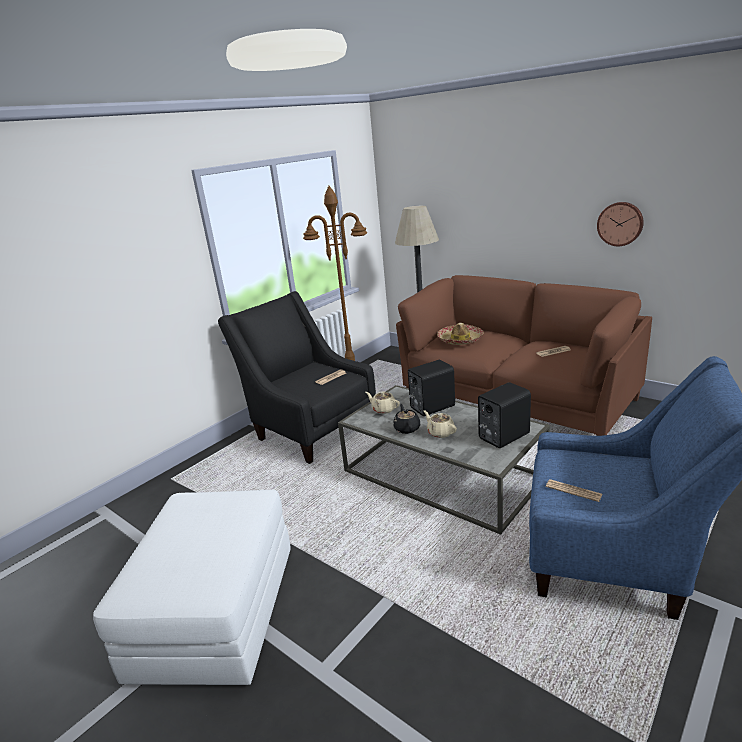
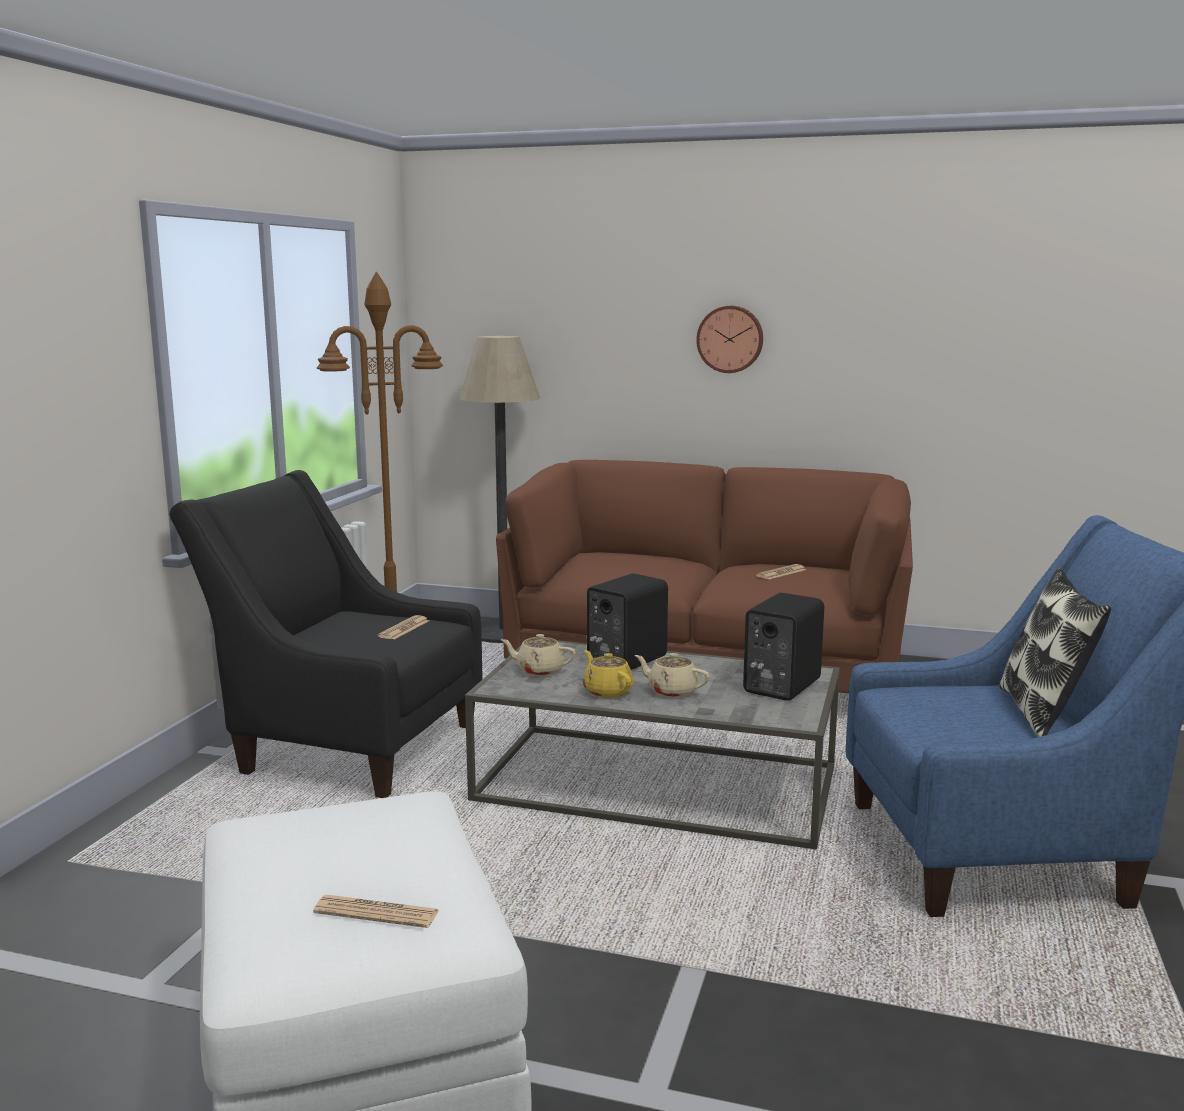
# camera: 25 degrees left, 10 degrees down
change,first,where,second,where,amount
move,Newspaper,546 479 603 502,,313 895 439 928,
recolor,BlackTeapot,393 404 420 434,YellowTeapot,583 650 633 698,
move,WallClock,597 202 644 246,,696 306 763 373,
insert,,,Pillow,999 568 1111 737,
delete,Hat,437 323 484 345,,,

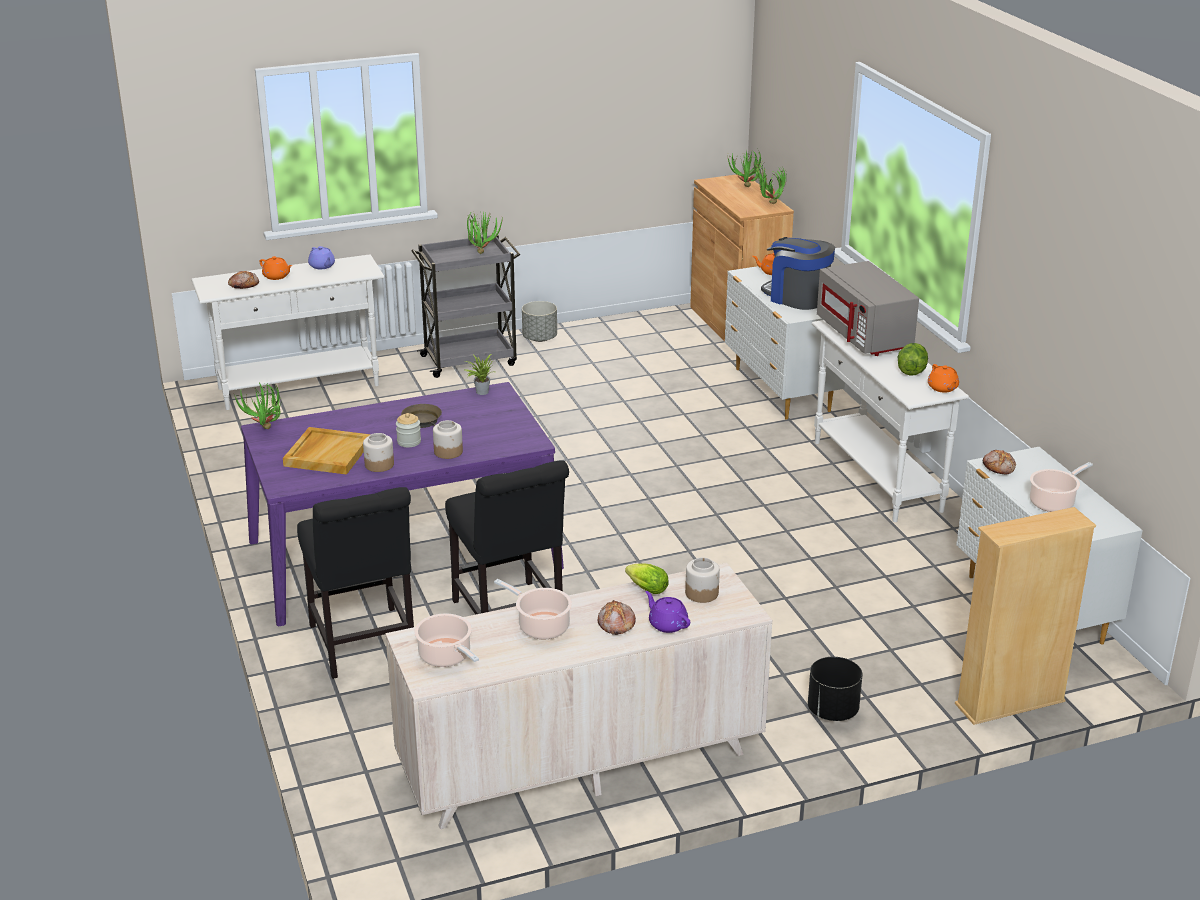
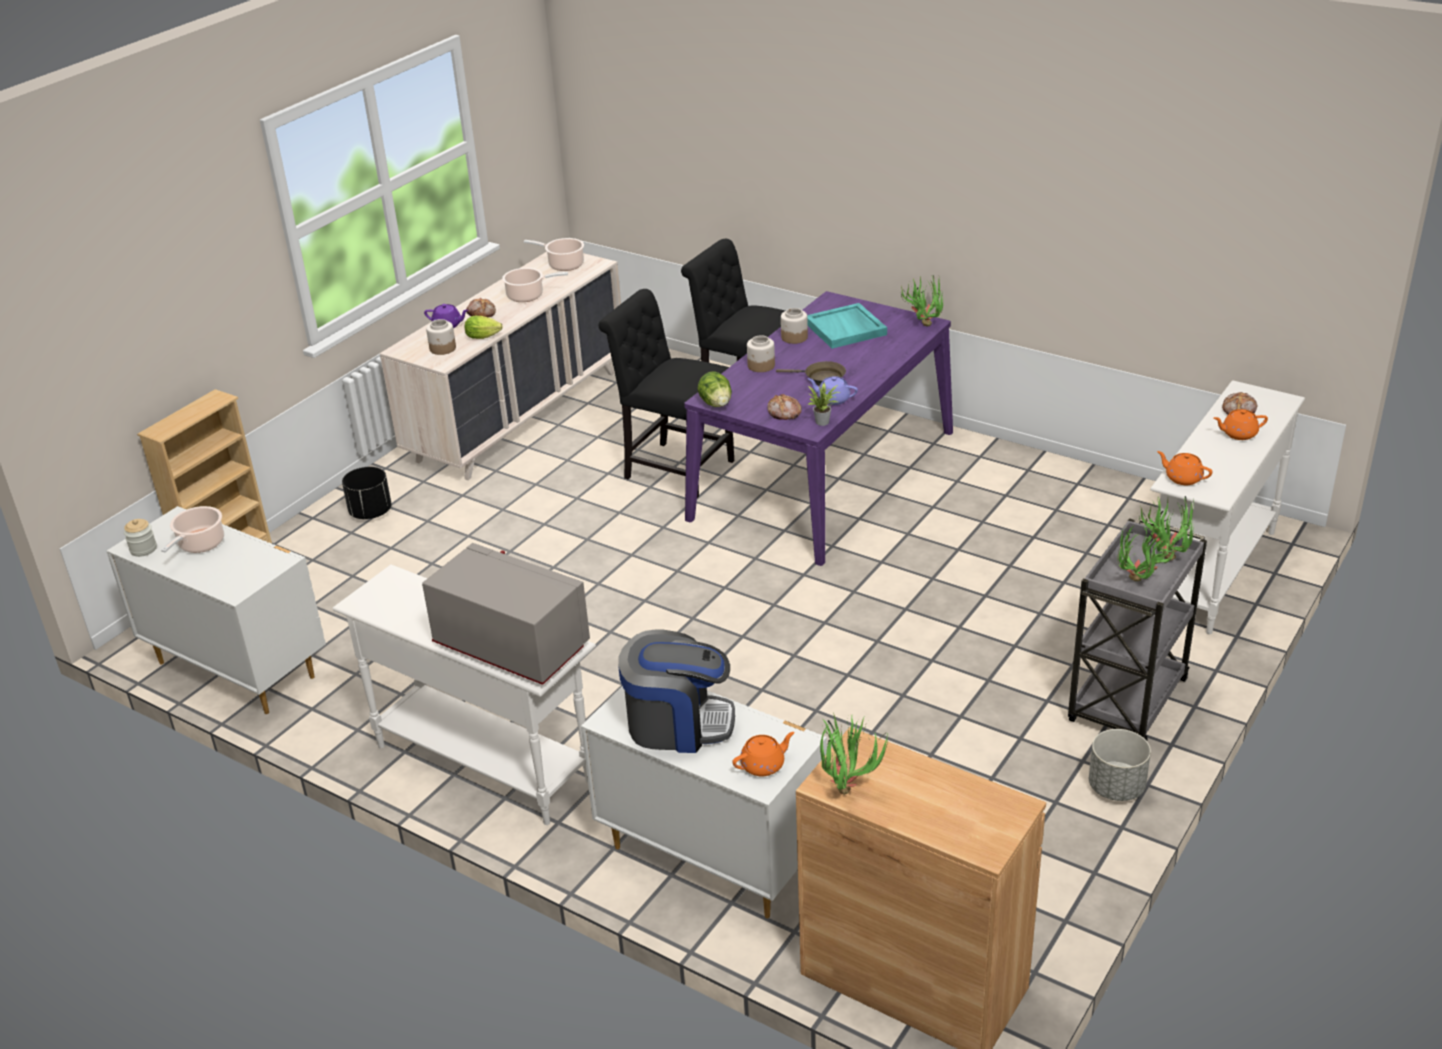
# camera: 145 degrees right, 5 degrees up
change,first,where,second,where,amount
move,Jar,396 413 421 447,,124 519 157 557,
move,Lettuce,898 343 928 376,,698 372 732 407,
move,Bread,983 450 1016 475,,768 394 802 420,
recolor,BeigeTray,283 427 370 475,TurquoiseTray,807 303 887 349,
move,PurpleTeapot,308 246 335 269,,808 376 858 405,
move,PottedPlant,727 148 763 187,,1138 496 1193 561,
move,OrangeTeapot,928 364 959 393,,1157 451 1213 485,

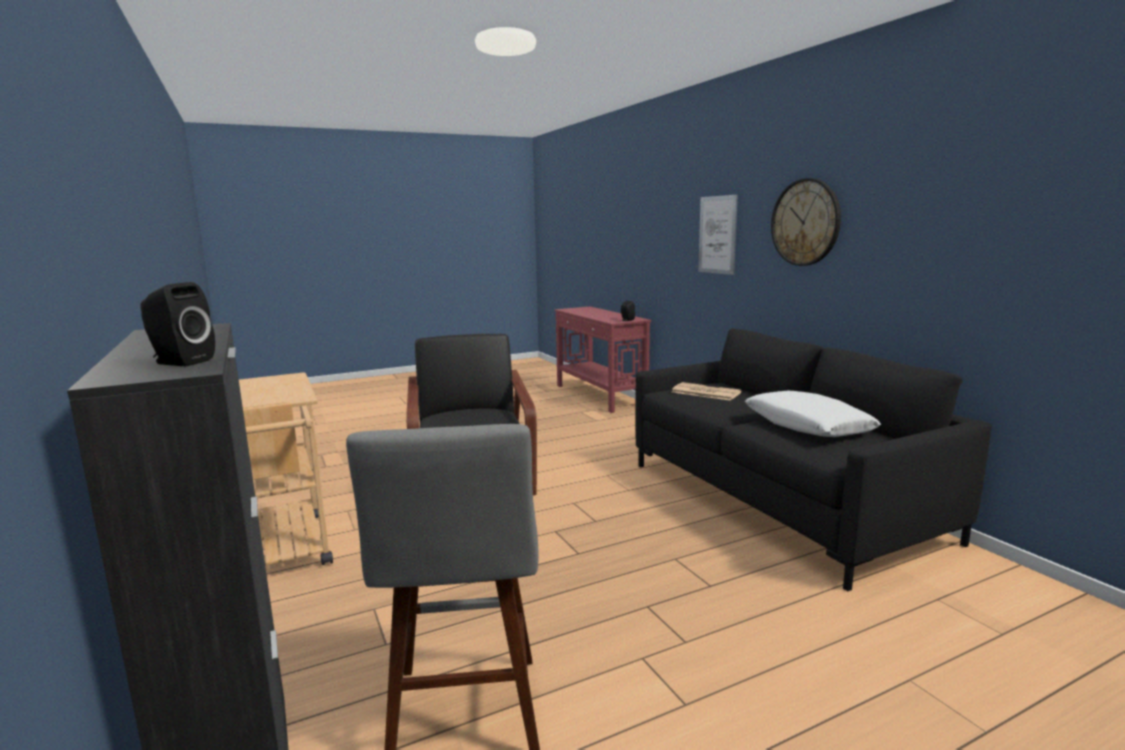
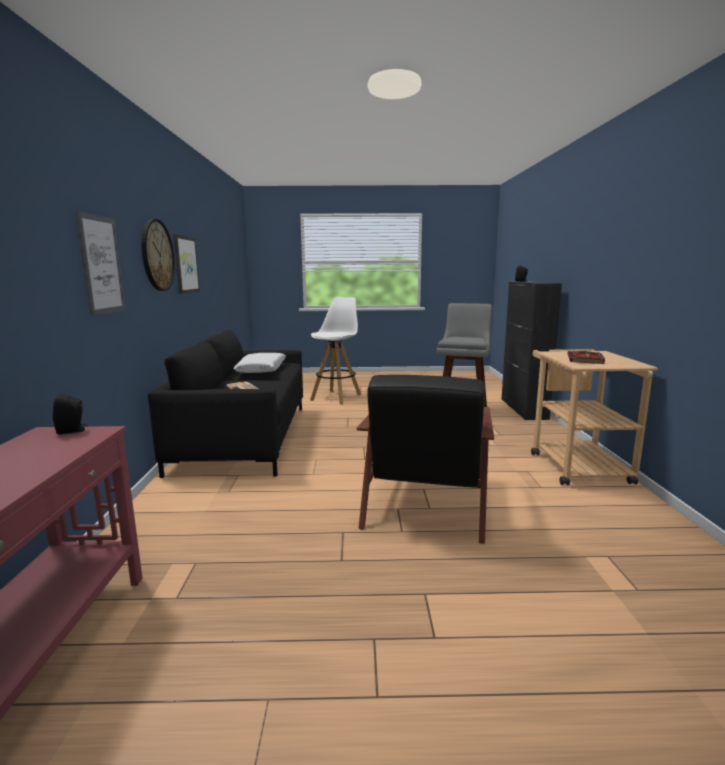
# camera: 155 degrees left, 0 degrees up
change,first,where,second,where,amount
insert,,,Picture,173 234 200 294,
insert,,,WhiteStool,310 297 361 405,
insert,,,Book,567 351 605 364,

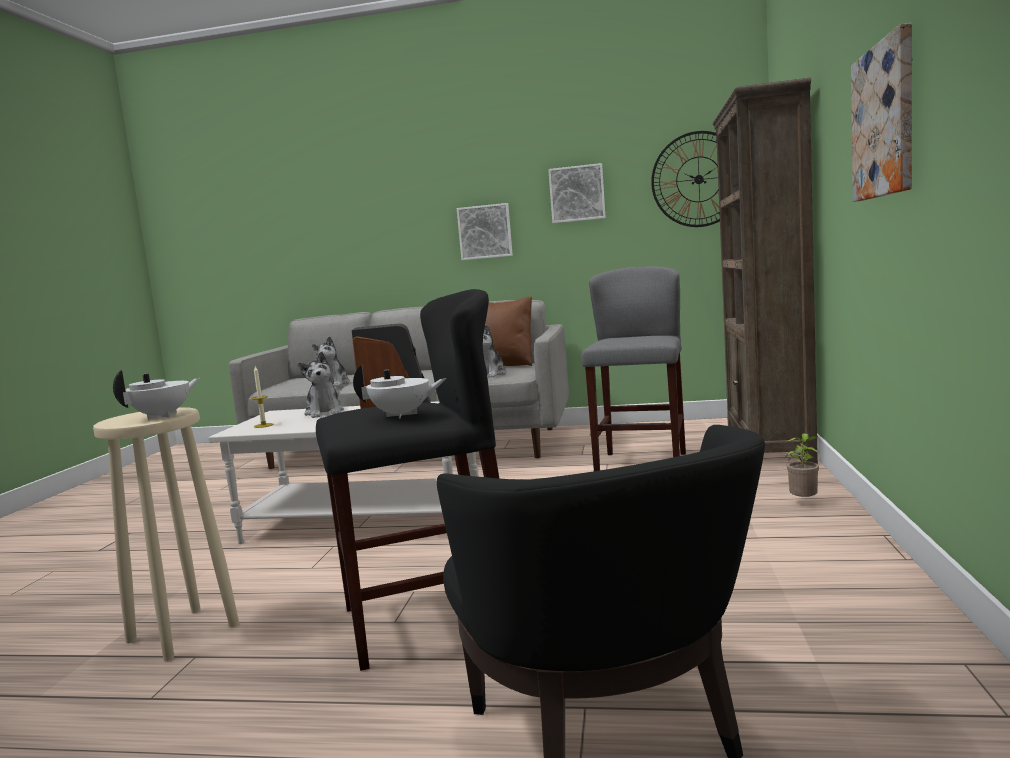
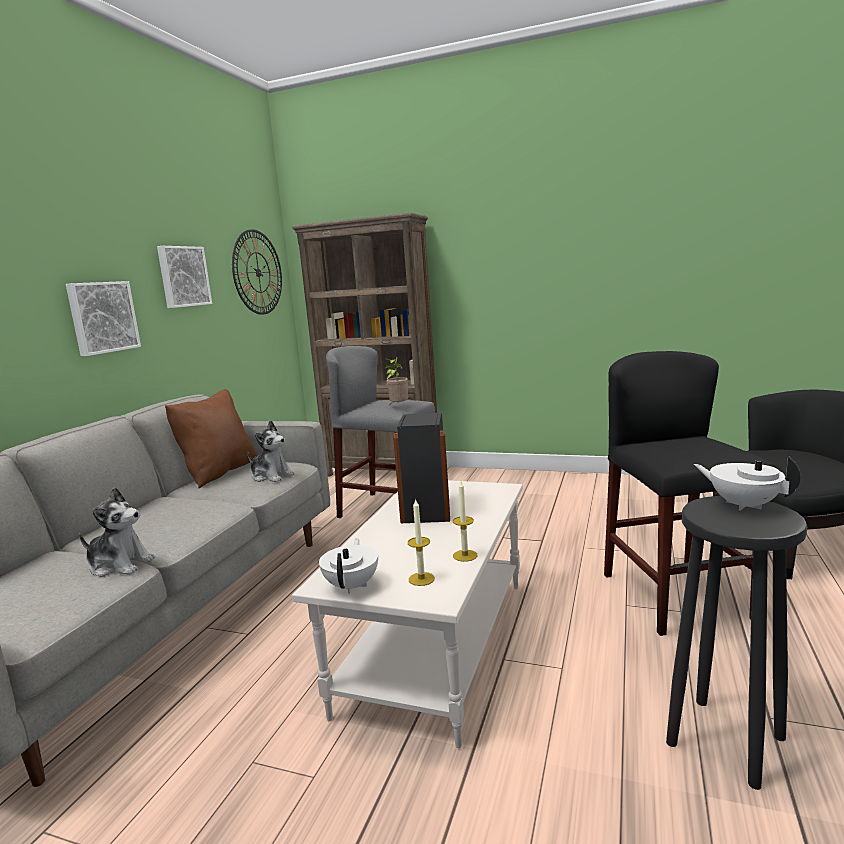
# camera: 80 degrees left, 5 degrees up
change,first,where,second,where,amount
move,WhiteTeapot,353 365 446 419,,319 538 378 594,
move,PottedPlant,786 433 820 497,,385 357 408 405,
insert,,,Candle,453 481 477 562,
recolor,BeigeStool,93 407 239 661,BlackStool,666 496 807 790,
delete,PlushToy,297 352 344 418,,,
delete,Picture,851 23 912 202,,,

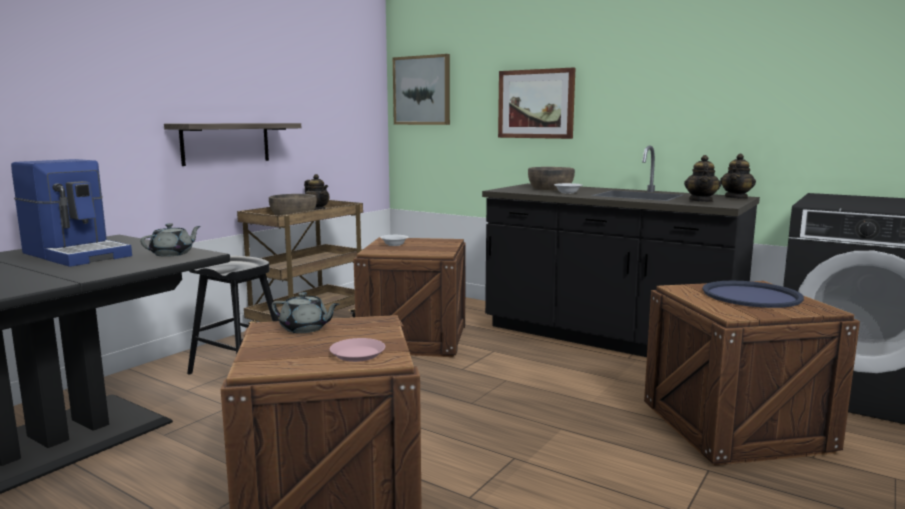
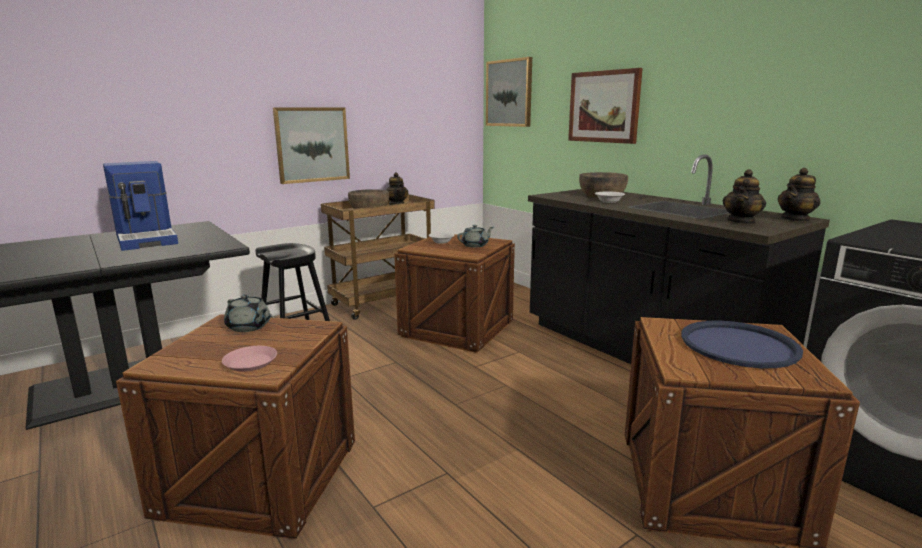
# camera: 20 degrees right, 5 degrees up
change,first,where,second,where,amount
replace,Shelf,164 123 301 166,Picture,273 108 350 184,
move,GreyTeapot,140 223 201 257,,457 225 493 248,

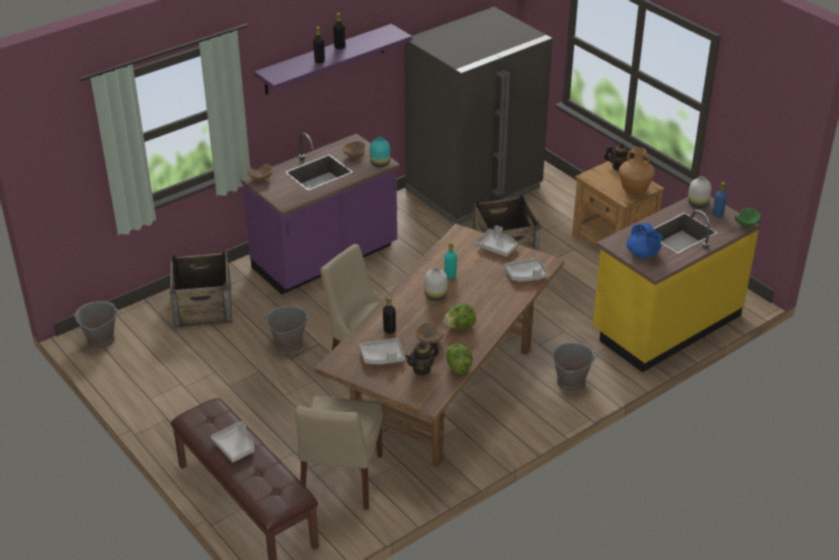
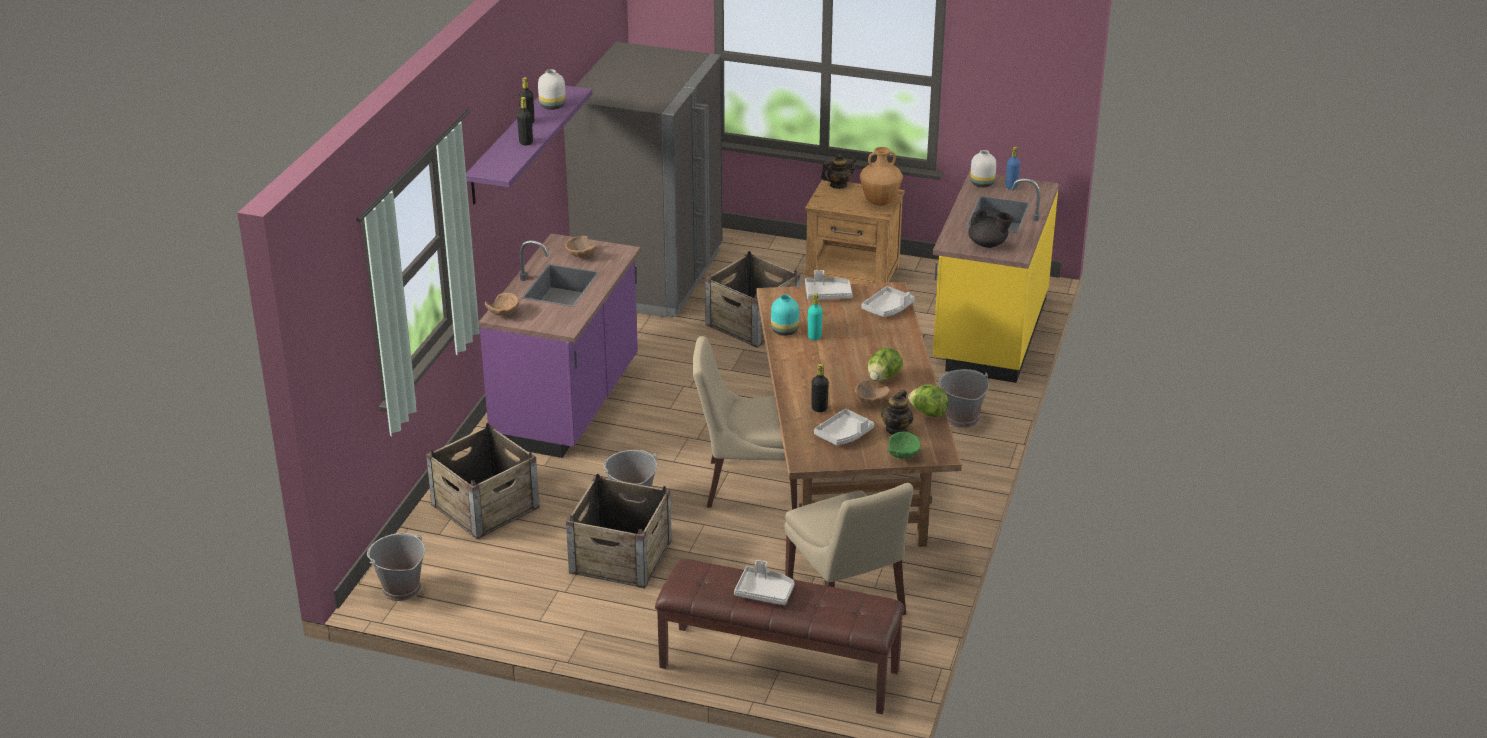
# camera: 35 degrees left, 5 degrees down
change,first,where,second,where,amount
move,WhiteVase,424 267 448 301,,538 69 566 110,
insert,,,Crate,566 474 672 589,
move,TurquoiseVase,370 137 390 167,,771 295 799 336,
move,GreenBowl,734 208 761 227,,888 431 921 459,
recolor,BlueTeapot,627 223 663 258,BlackTeapot,968 207 1014 248,

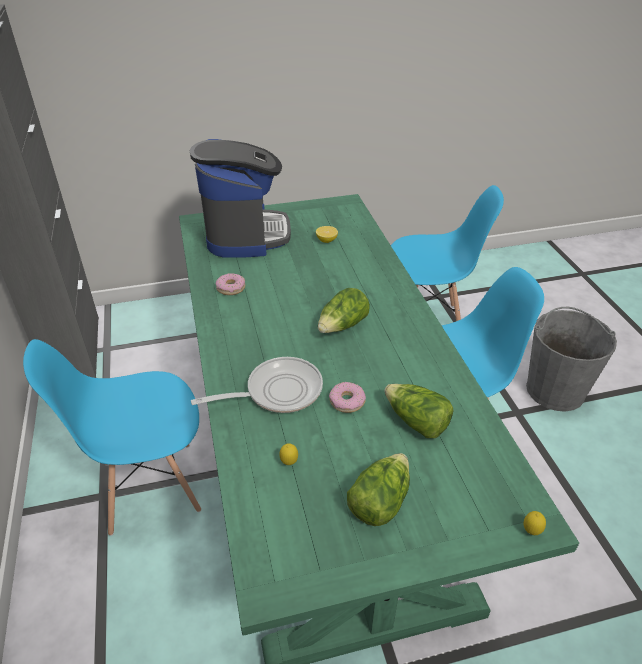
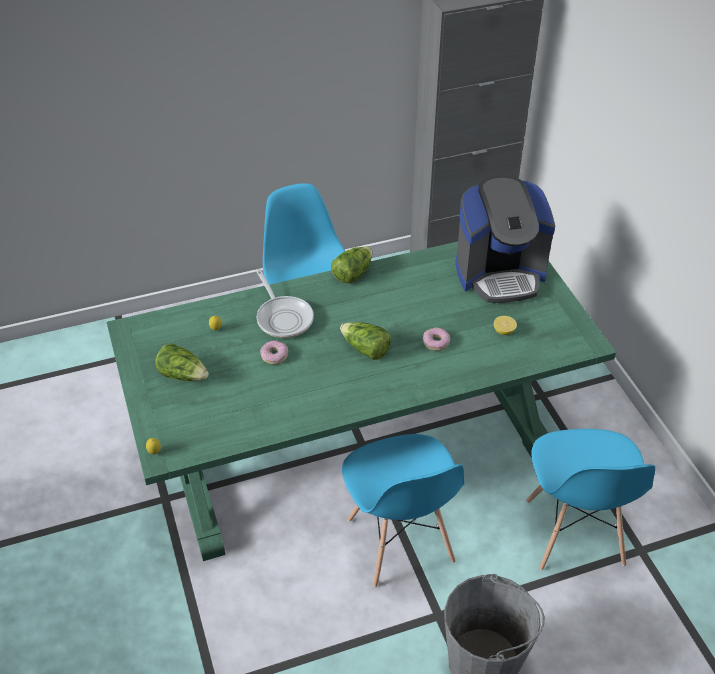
# camera: 85 degrees right, 5 degrees up
change,first,where,second,where,amount
move,Lettuce,384 384 454 438,,331 246 373 283,
move,Donut,216 273 245 295,,423 327 450 351,

